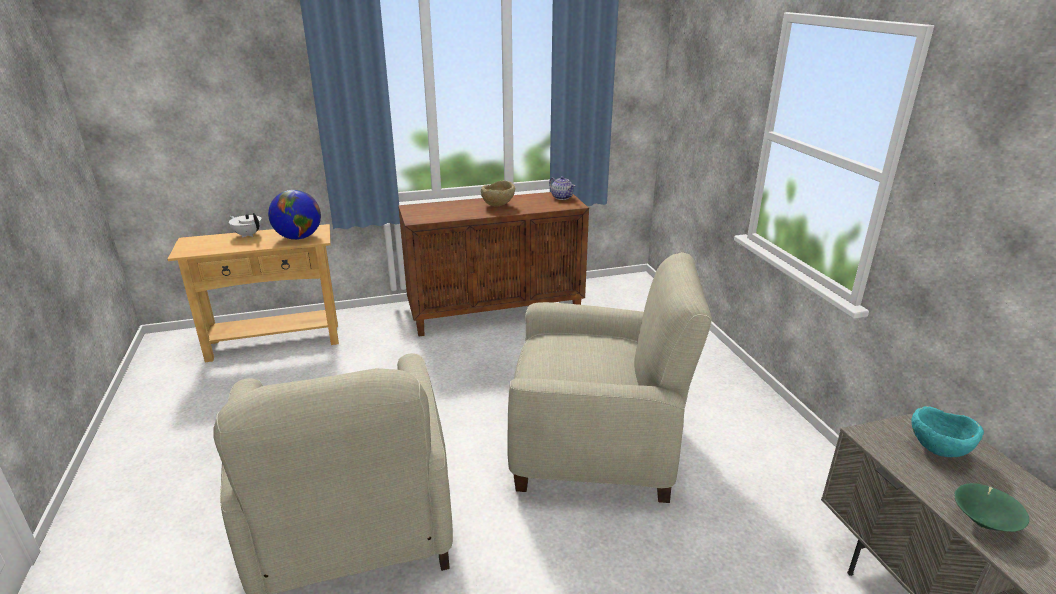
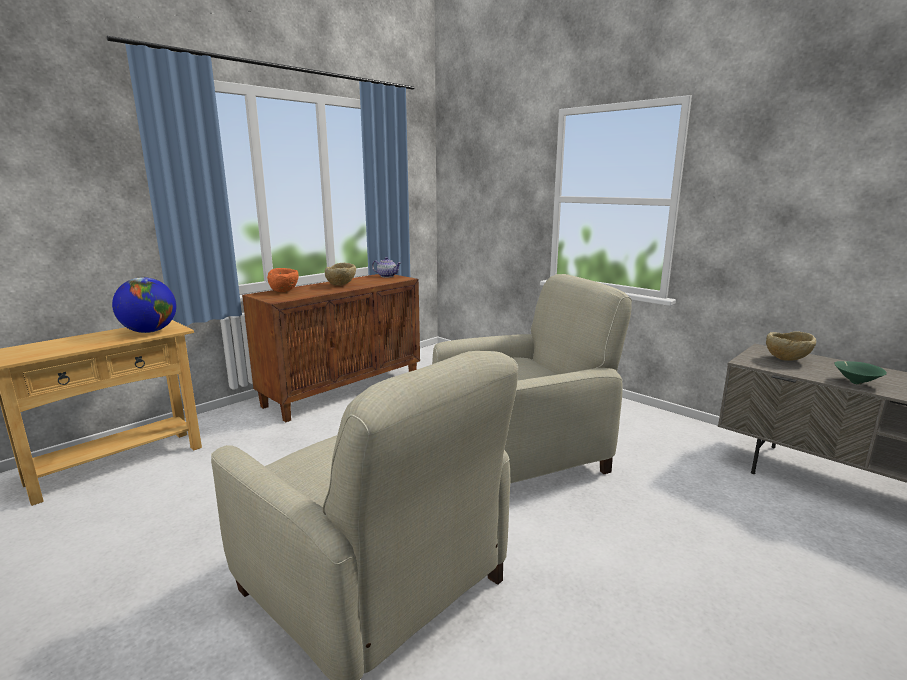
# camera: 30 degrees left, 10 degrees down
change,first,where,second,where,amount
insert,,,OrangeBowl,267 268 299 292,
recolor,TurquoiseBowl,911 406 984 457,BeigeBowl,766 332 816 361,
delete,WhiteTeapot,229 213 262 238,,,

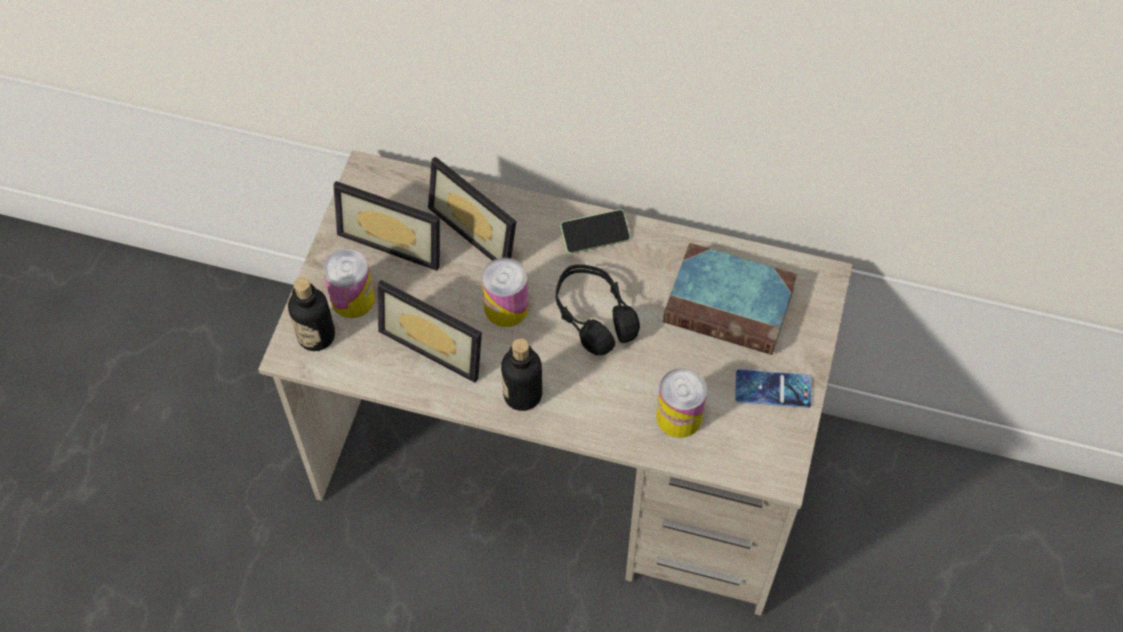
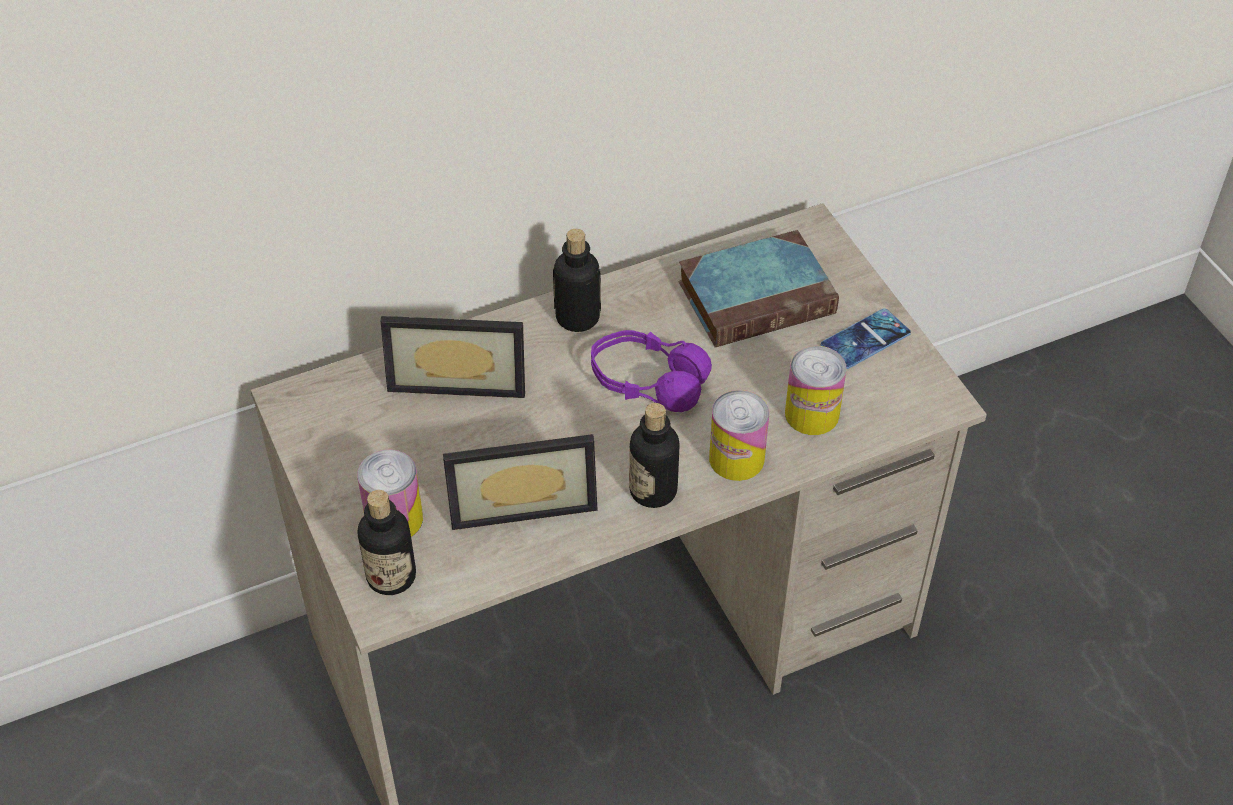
# camera: 40 degrees left, 10 degrees down
change,first,where,second,where,amount
replace,Phone,560 209 630 254,Bottle,553 229 601 332,
recolor,BlackHeadphones,556 264 640 356,PurpleHeadphones,591 330 712 412,
move,Can,482 258 528 327,,709 390 769 481,
delete,PictureFrame,333 181 440 271,,,

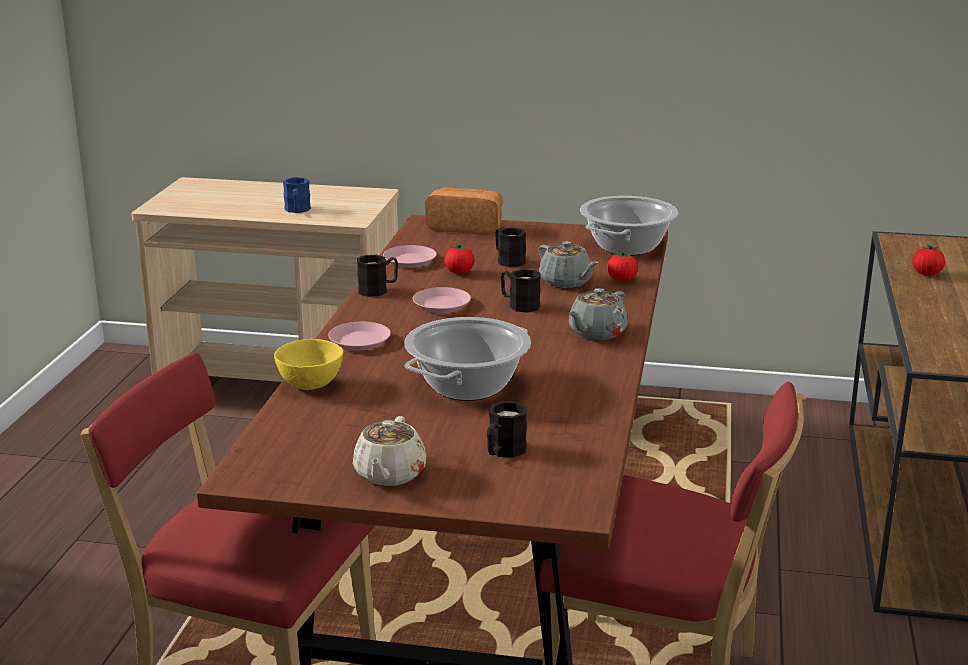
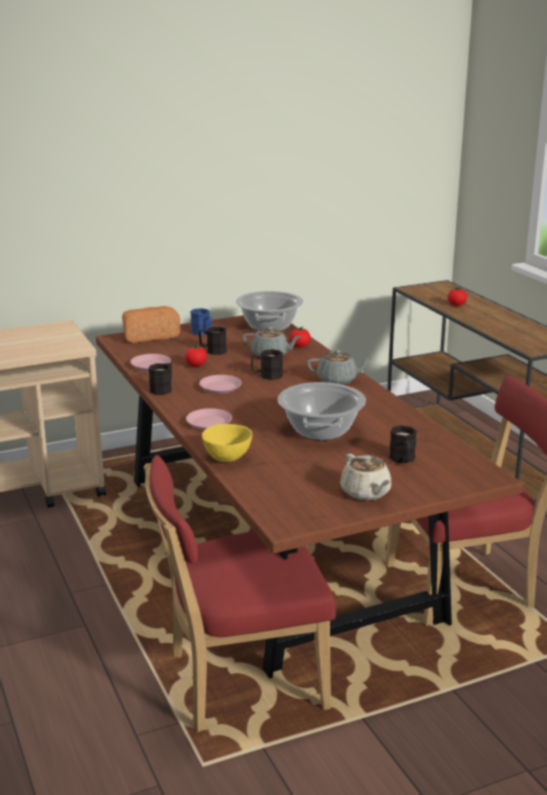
# camera: 35 degrees left, 0 degrees up
change,first,where,second,where,amount
move,BlueMug,283 177 311 213,,190 308 212 335,
rotate,GreyTeapot,569 288 628 340,,307 350 371 385,90 degrees counterclockwise

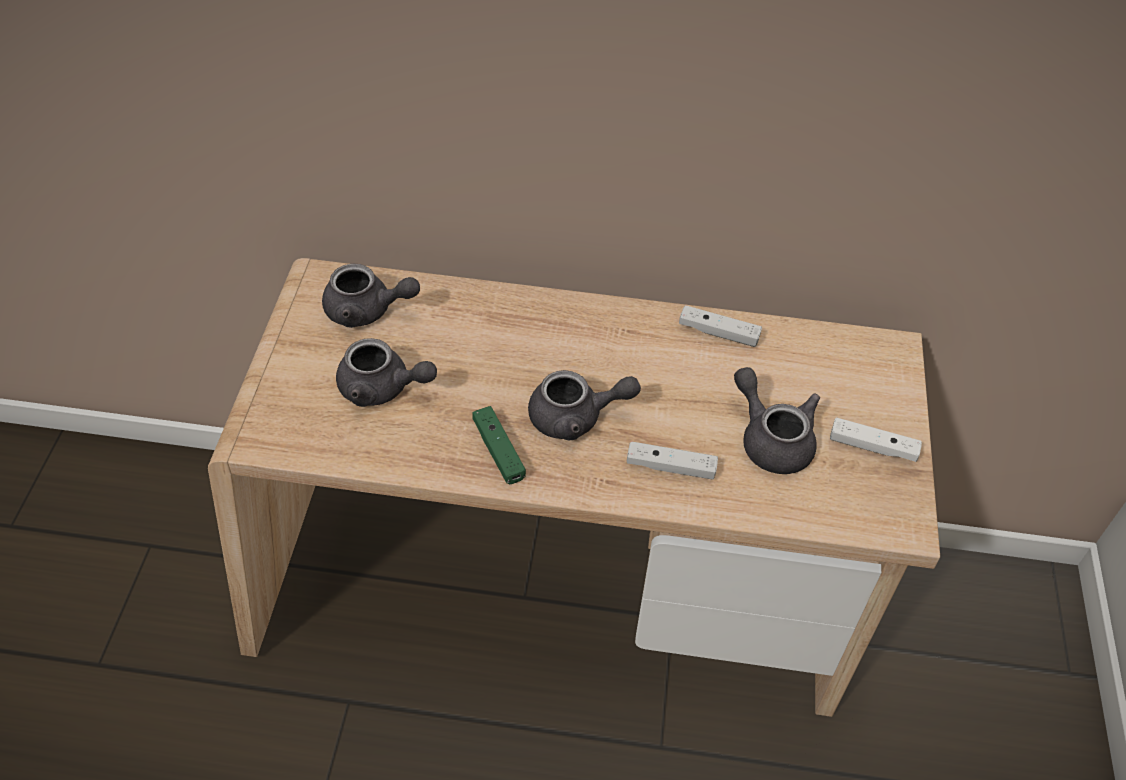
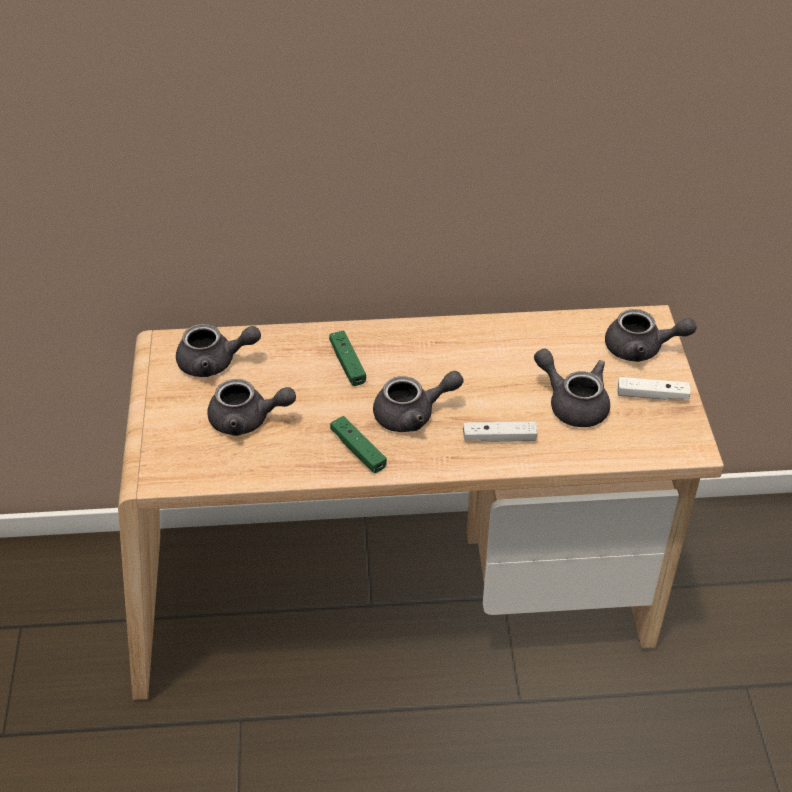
# camera: 10 degrees left, 5 degrees down
change,first,where,second,where,amount
insert,,,GreenGameController,329 330 366 386,
insert,,,GreyTeapot,605 309 697 362,
delete,WhiteGameController,679 305 762 347,,,

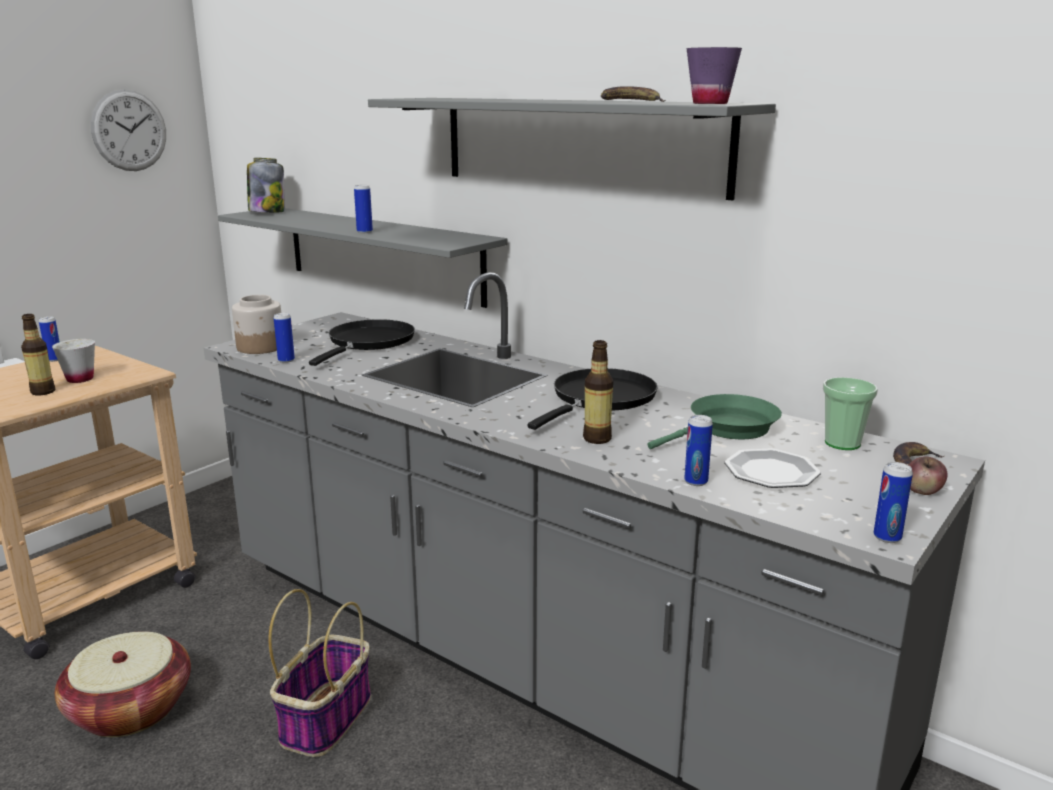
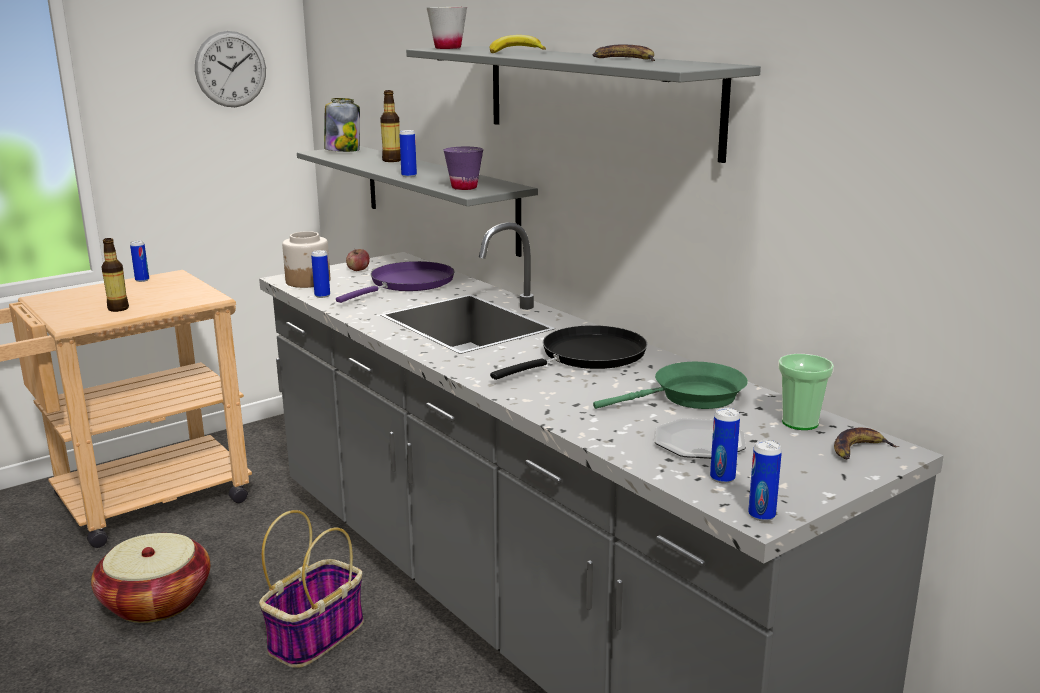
# camera: 15 degrees right, 0 degrees up
change,first,where,second,where,amount
recolor,BlackFryingPan,309 319 415 366,PurpleFryingPan,336 261 455 303,
move,Apple,909 456 947 495,,346 249 370 271,
move,Bottle,583 340 613 444,,380 90 401 162,
move,WhiteCup,52 339 95 383,,426 7 467 49,
move,PurpleCup,686 47 742 104,,444 147 483 190,
insert,,,Banana,490 35 546 53,
move,Can,684 415 713 486,,710 407 740 483,

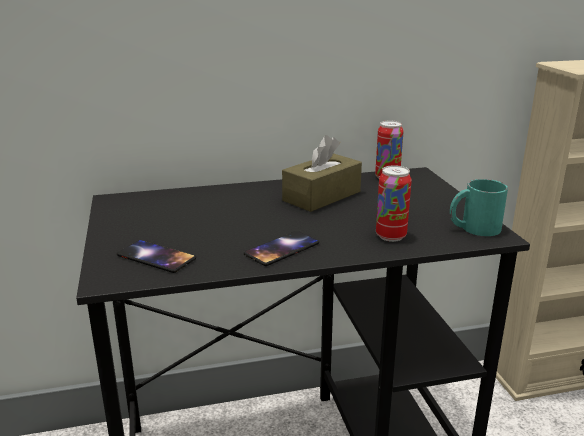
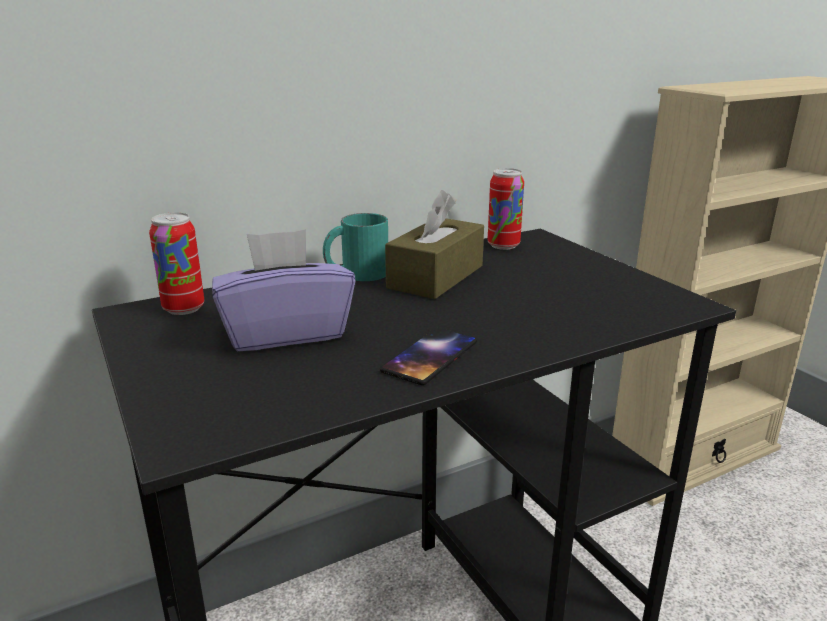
# camera: 15 degrees left, 0 degrees up
change,first,where,second,where,amount
move,Can,376 165 412 242,,149 212 204 315,
insert,,,PurpleTissueBox,212 229 356 351,
move,TurquoiseMug,450 179 508 236,,323 213 388 281,
delete,Phone,117 240 196 273,,,

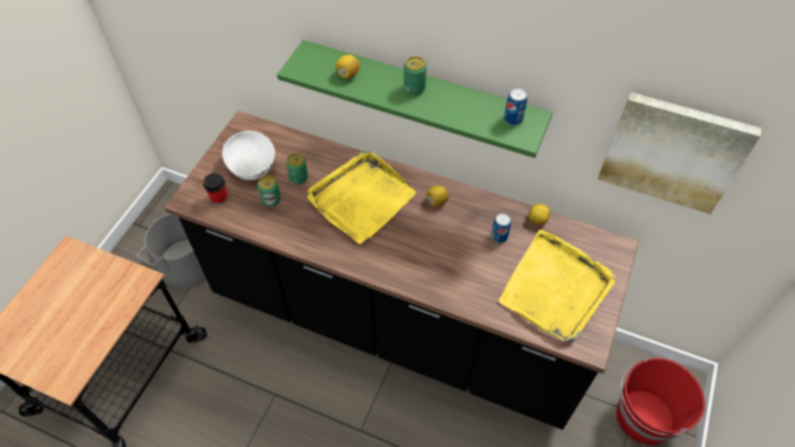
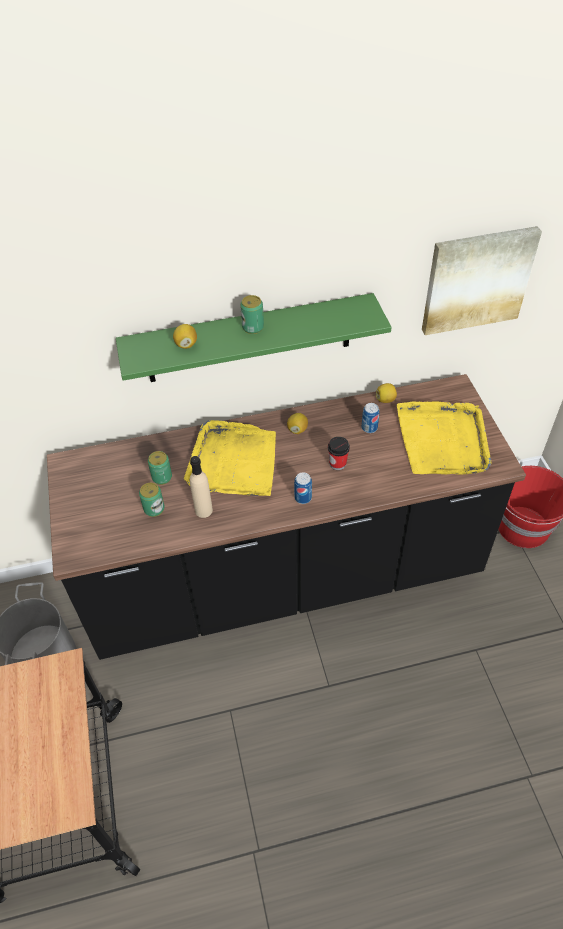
# camera: 35 degrees left, 5 degrees down
change,first,where,second,where,amount
insert,,,BeigeBottle,190 456 213 518,
move,Can,504 88 527 125,,294 472 312 504,
move,Cup,203 173 228 205,,328 437 350 470,
delete,WhiteBowl,222 131 276 180,,,

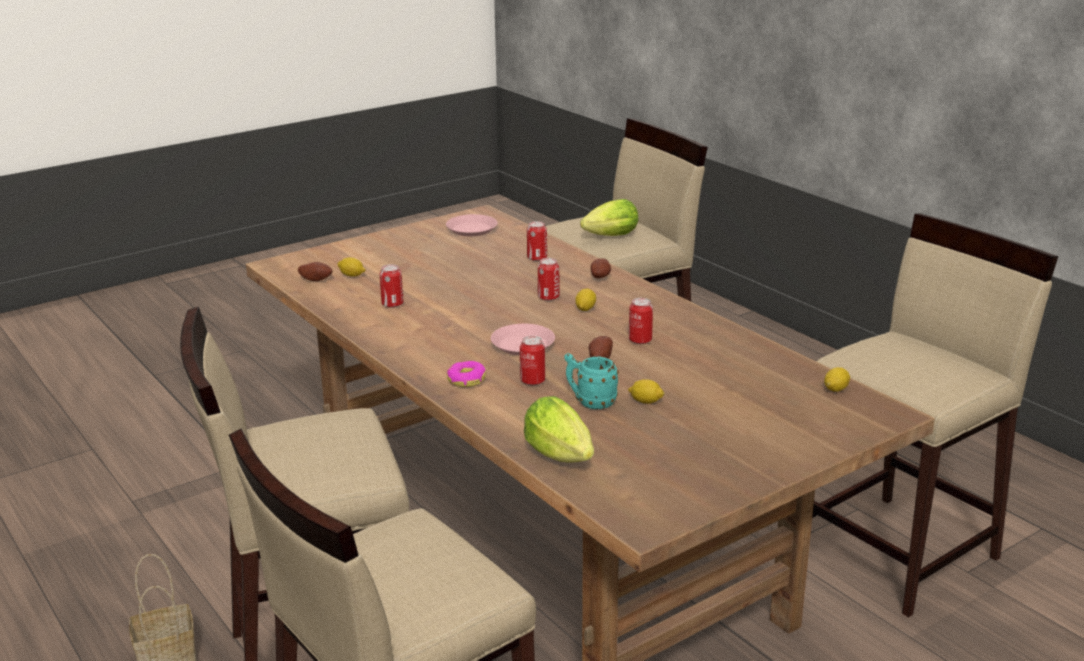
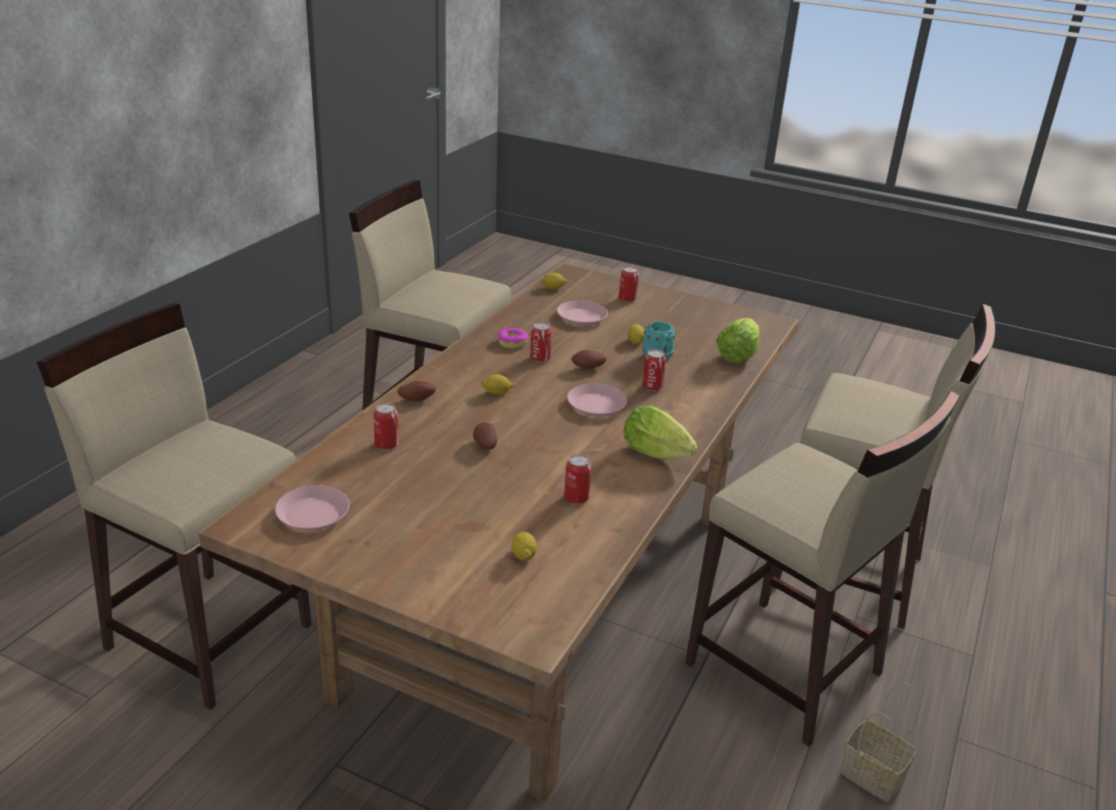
# camera: 120 degrees left, 5 degrees up
change,first,where,second,where,amount
move,Potato,298 262 332 281,,473 423 497 450,
move,Donut,447 361 486 387,,497 328 529 348,
insert,,,PinkPlate,557 300 608 326,
move,Can,538 258 560 301,,619 266 639 302,
move,Lettuce,580 199 638 236,,624 405 698 459,

